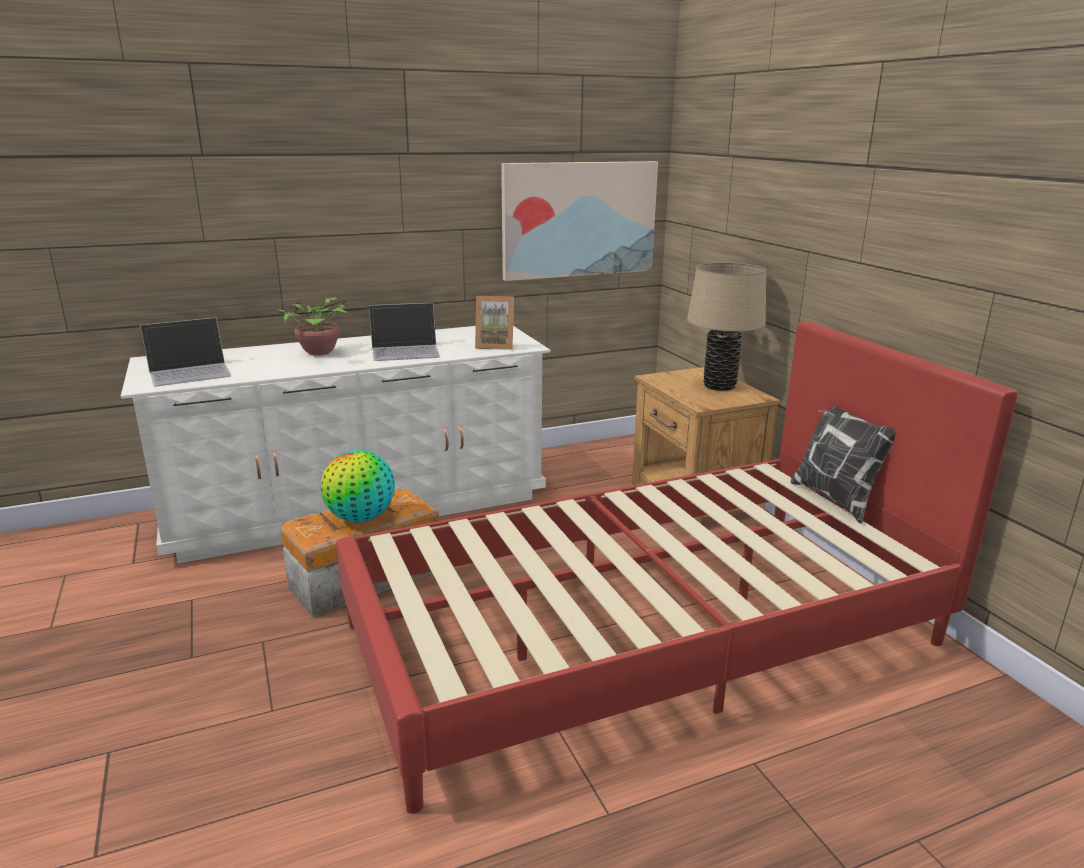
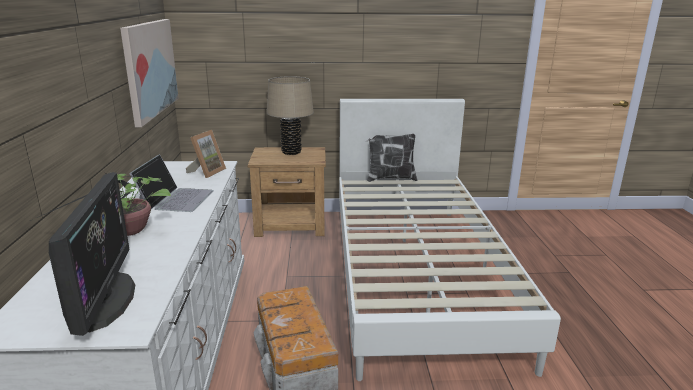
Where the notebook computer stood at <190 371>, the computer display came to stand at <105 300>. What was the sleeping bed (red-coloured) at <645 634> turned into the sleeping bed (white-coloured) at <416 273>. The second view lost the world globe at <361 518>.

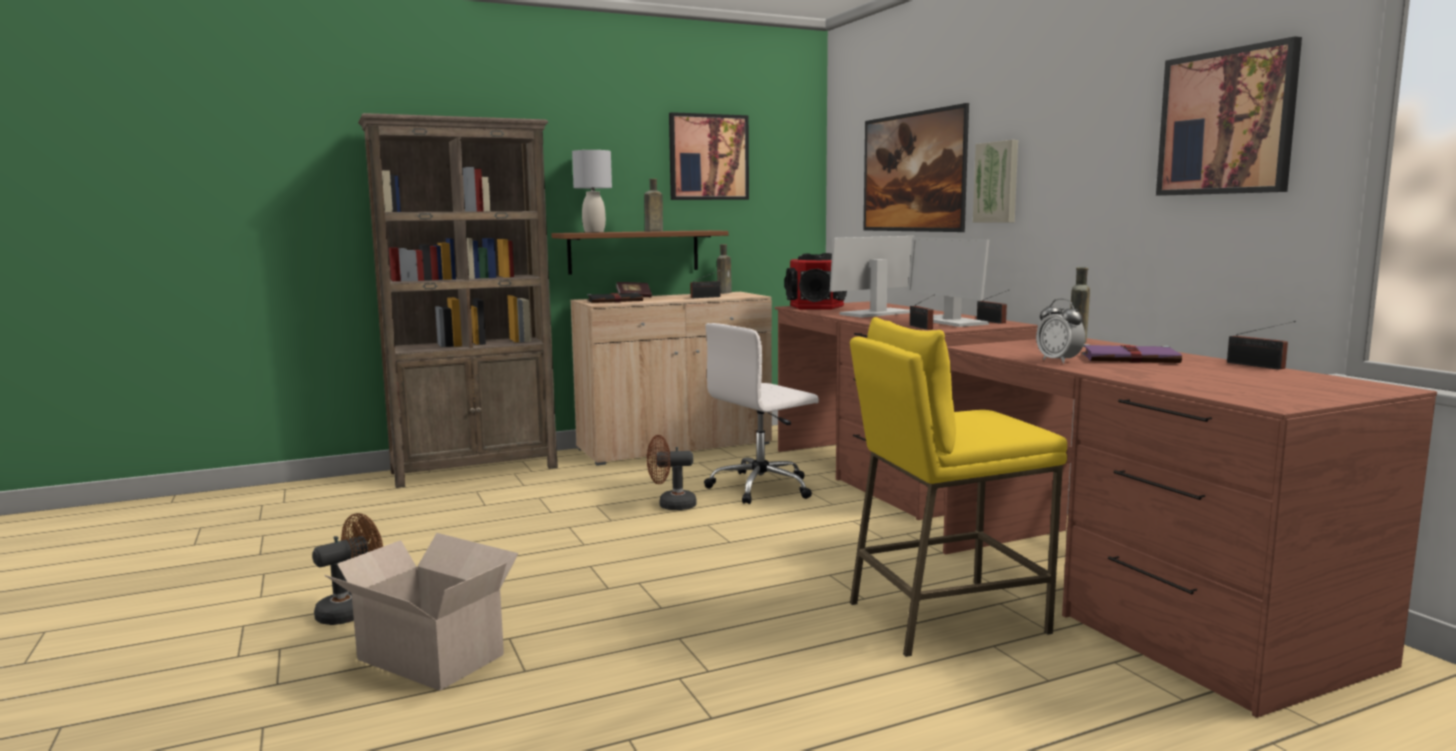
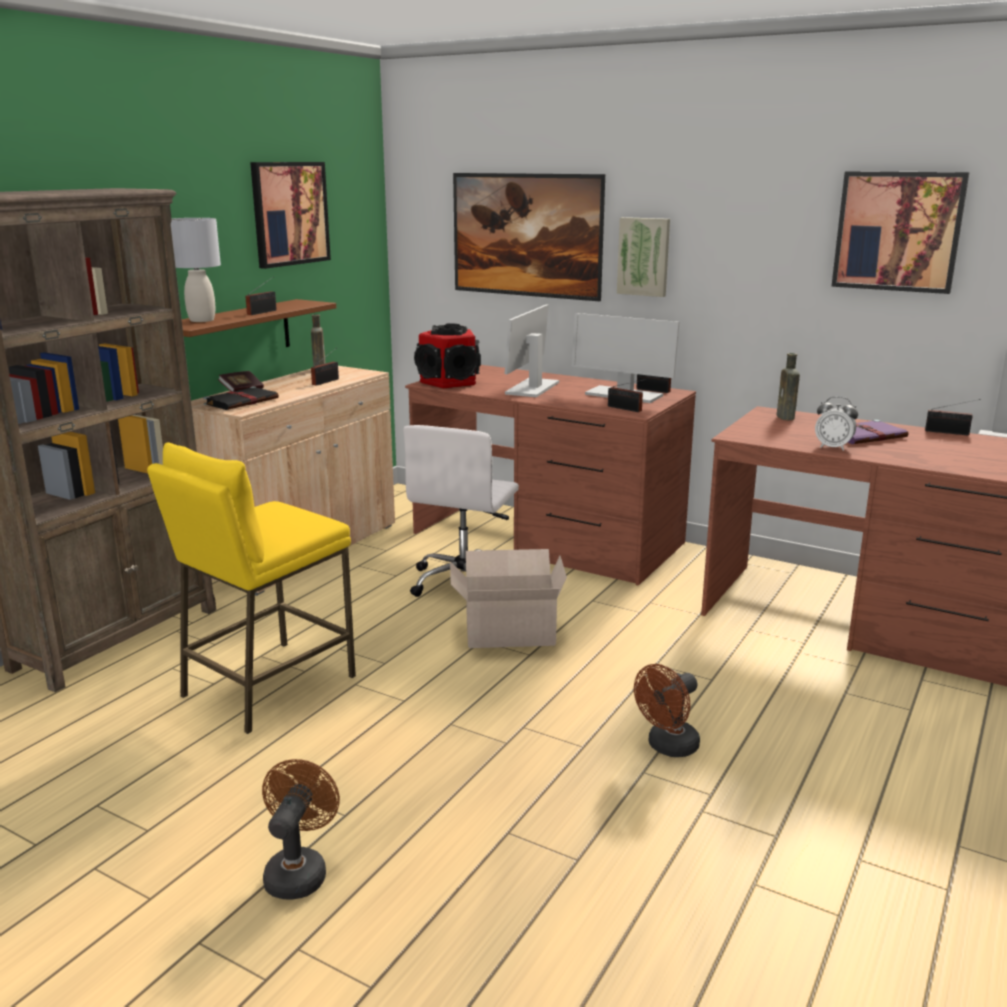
The stool seat (yellowish) ended up elsewhere, having gone from <945 617> to <268 686>. Where the drink bottle (brownish) stood at <652 231>, the radio came to stand at <263 312>. The carton ended up elsewhere, having gone from <428 656> to <507 632>. The electric fan (brownish) ended up elsewhere, having gone from <671 505> to <668 747>.

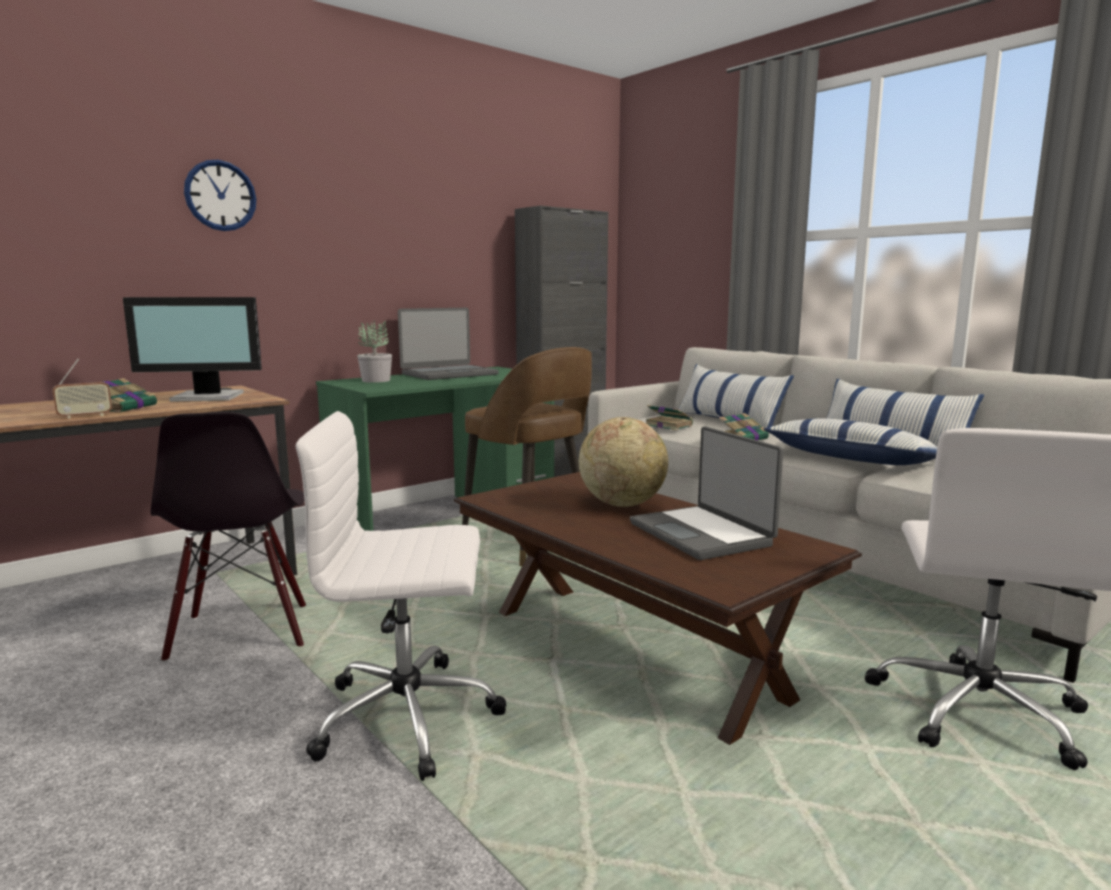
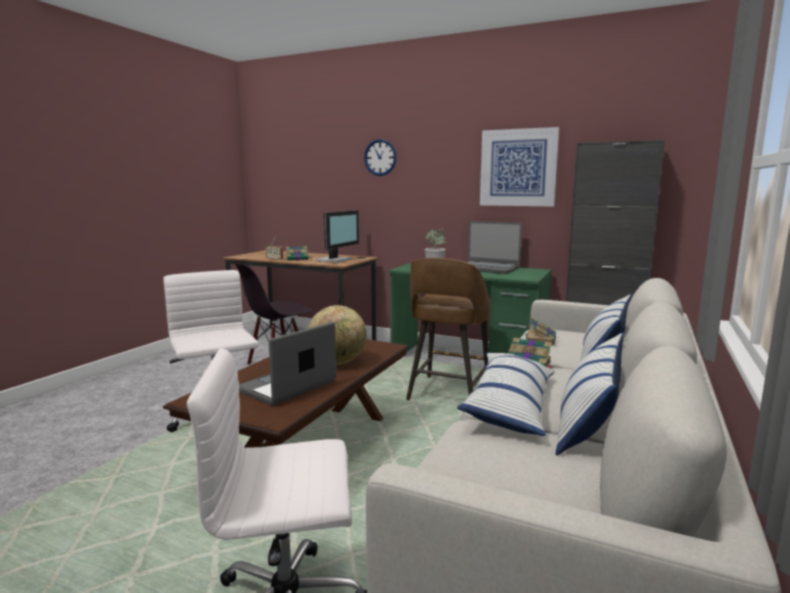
The computer display at <208 397> ended up facing another way, 120 degrees counterclockwise from before. The second view gained the picture at <518 168>.

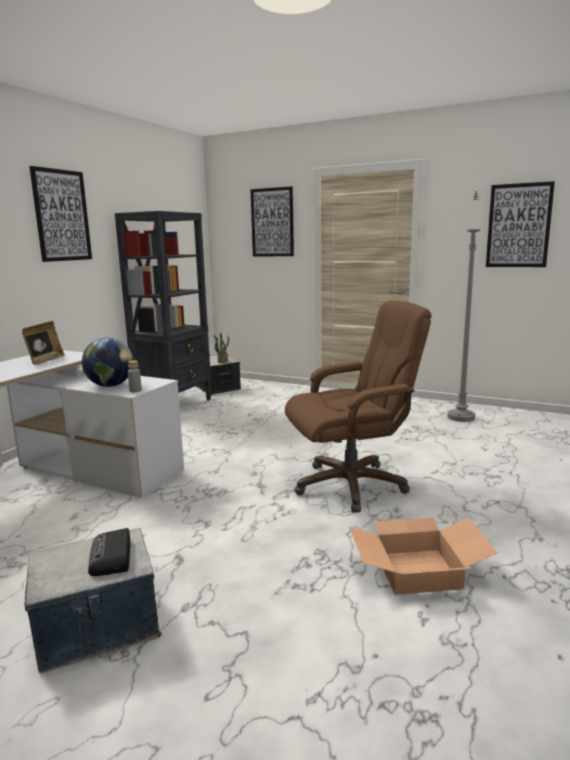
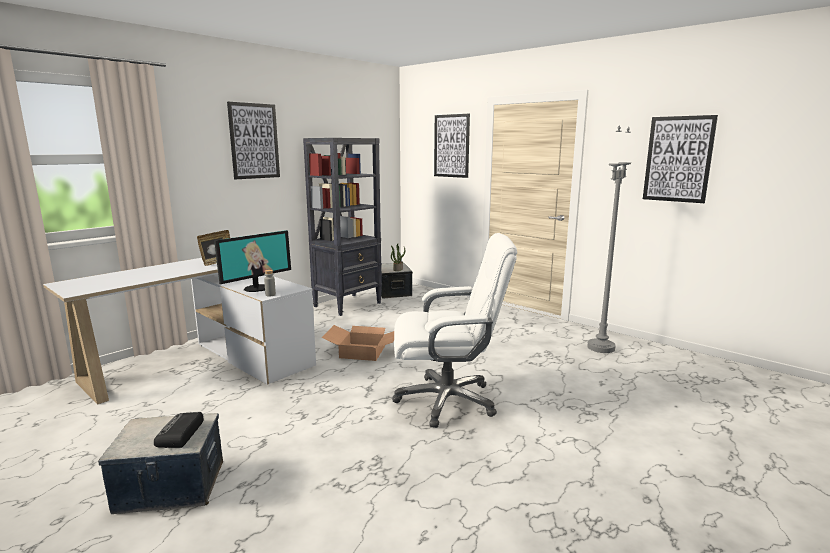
Where the world globe stood at <110 385>, the computer display came to stand at <257 288>. The carton ended up elsewhere, having gone from <418 570> to <363 352>. What was the office chair (brownish) at <351 485> turned into the office chair (white-coloured) at <447 400>.

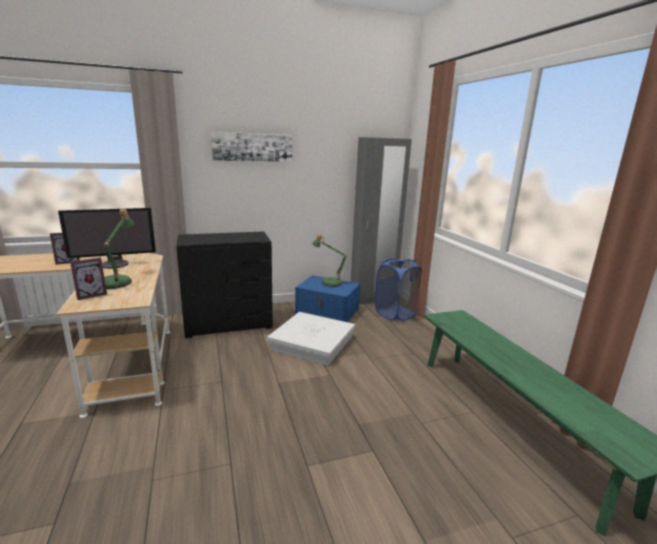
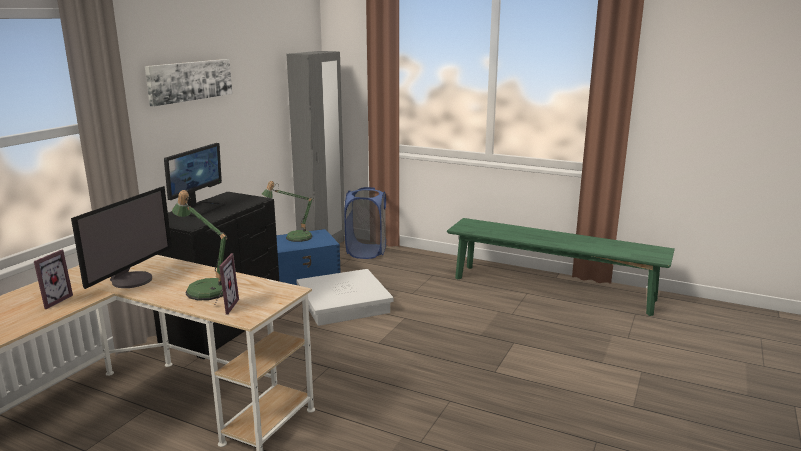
The second view gained the computer display at <199 209>.

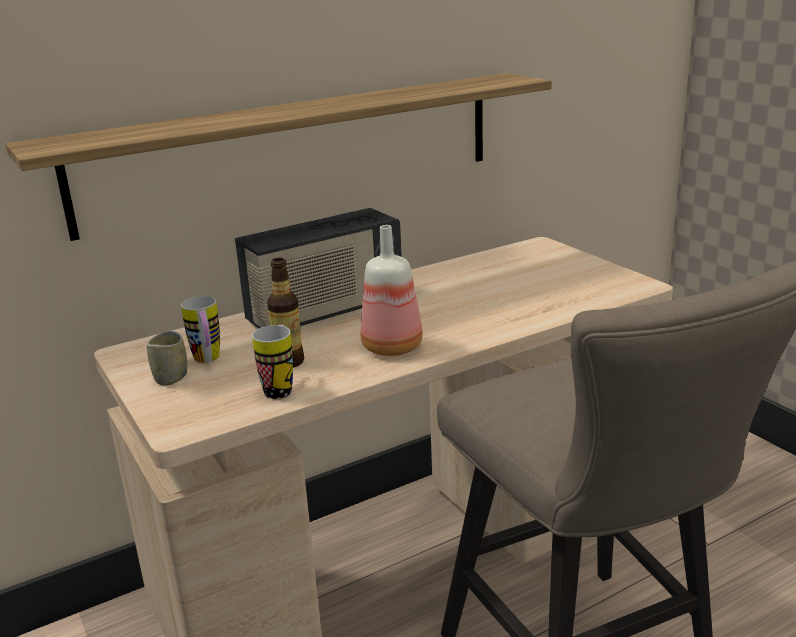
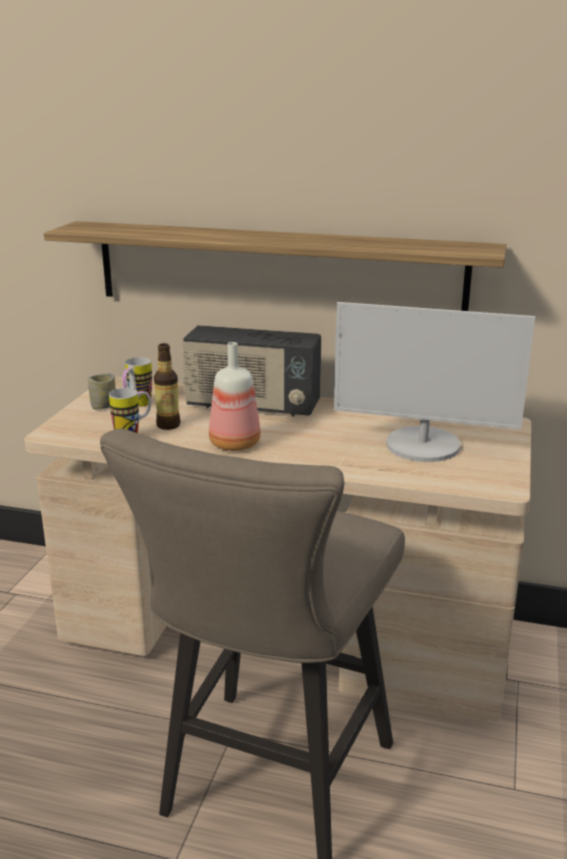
The second view gained the computer display at <423 446>.

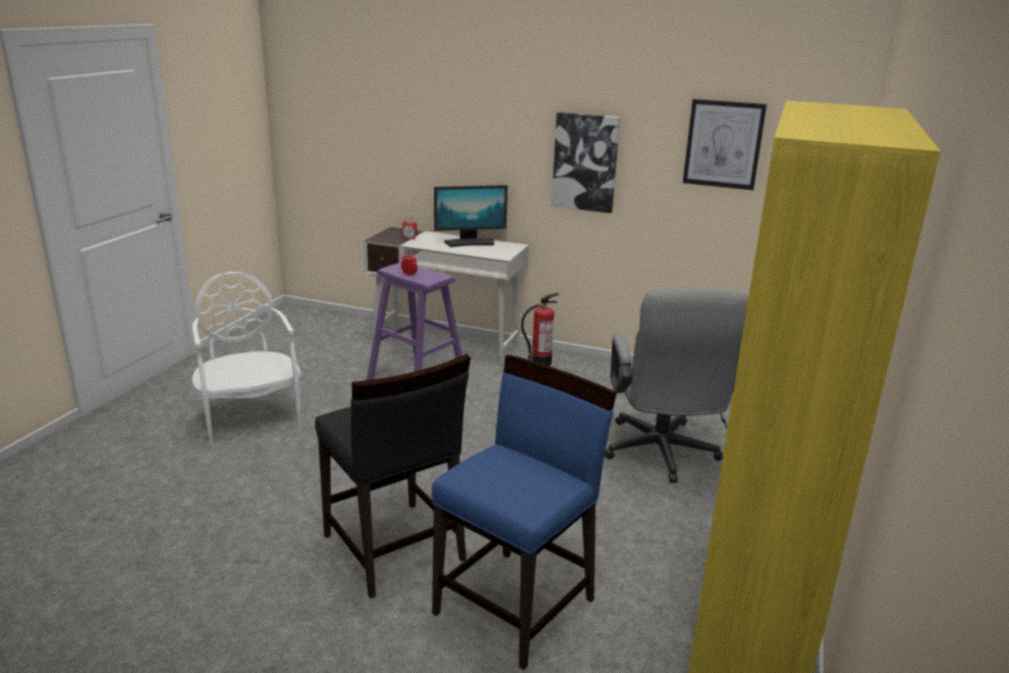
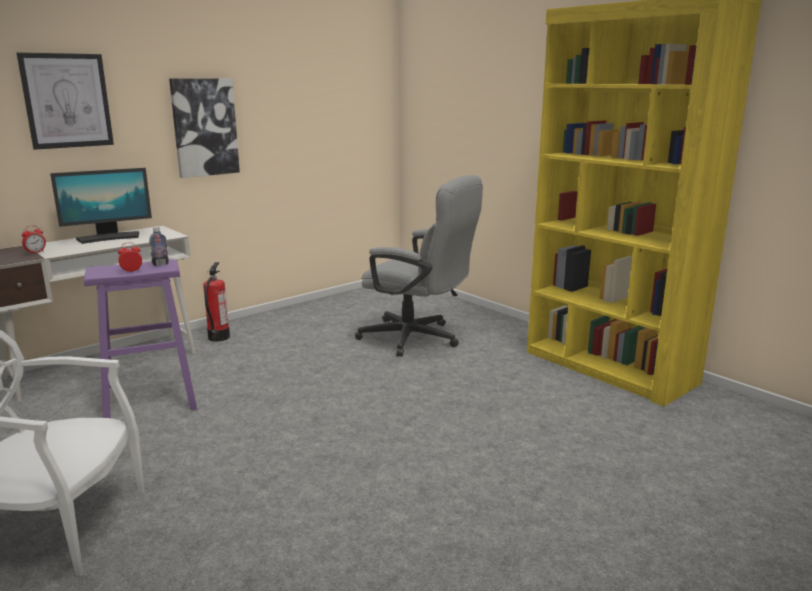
The picture ended up elsewhere, having gone from <723 144> to <67 101>. The computer display at <470 243> ended up facing another way, 45 degrees clockwise from before. The second view gained the drink bottle at <160 264>. The second view lost the plain chair (black) at <393 548>. The second view lost the plain chair (blue-coloured) at <516 605>.

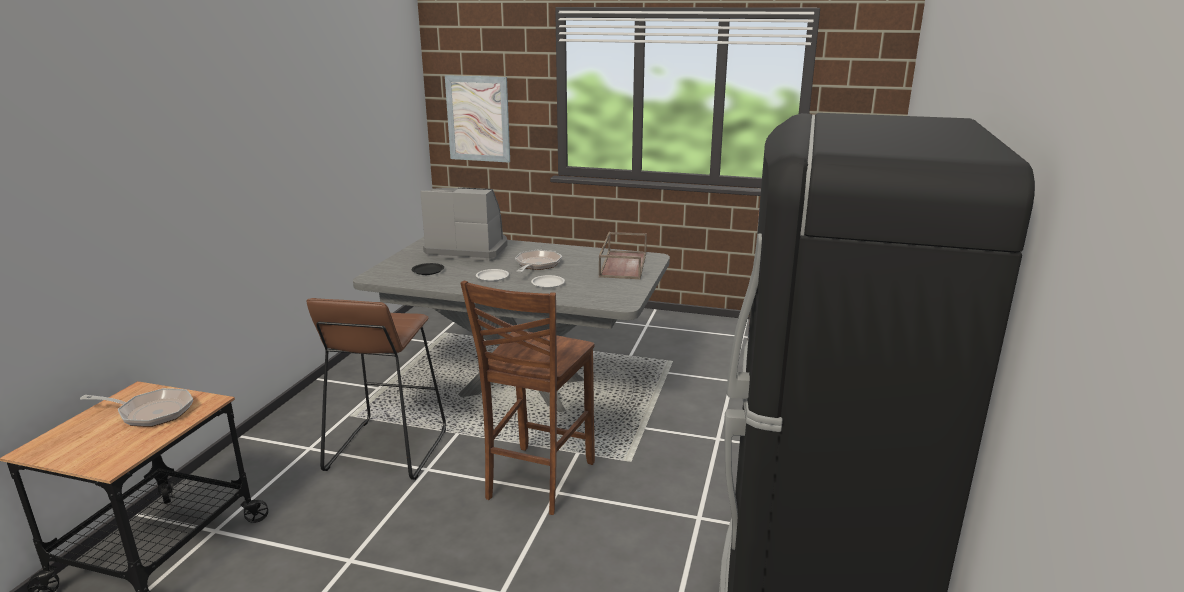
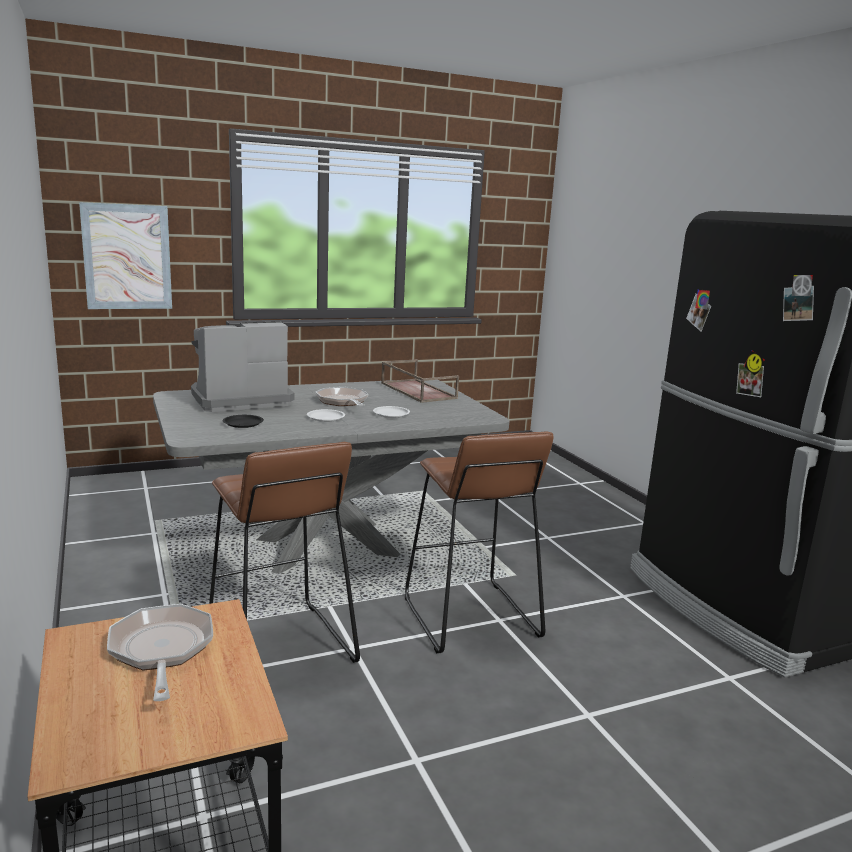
The pan at <151 412> ended up facing another way, 75 degrees counterclockwise from before. Where the plain chair (brownish) stood at <537 481>, the stool seat (brownish) came to stand at <469 617>.

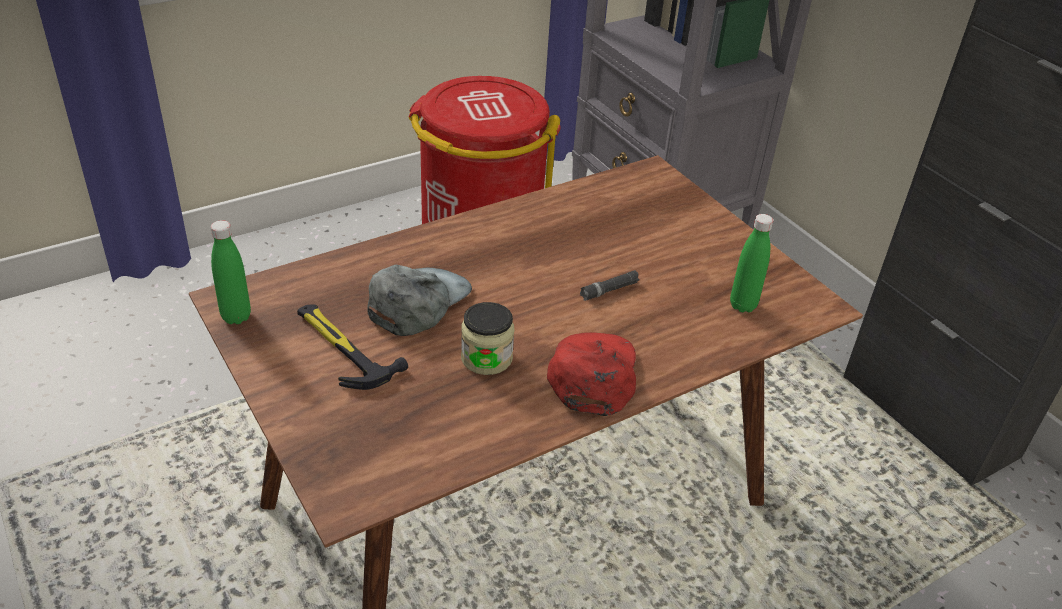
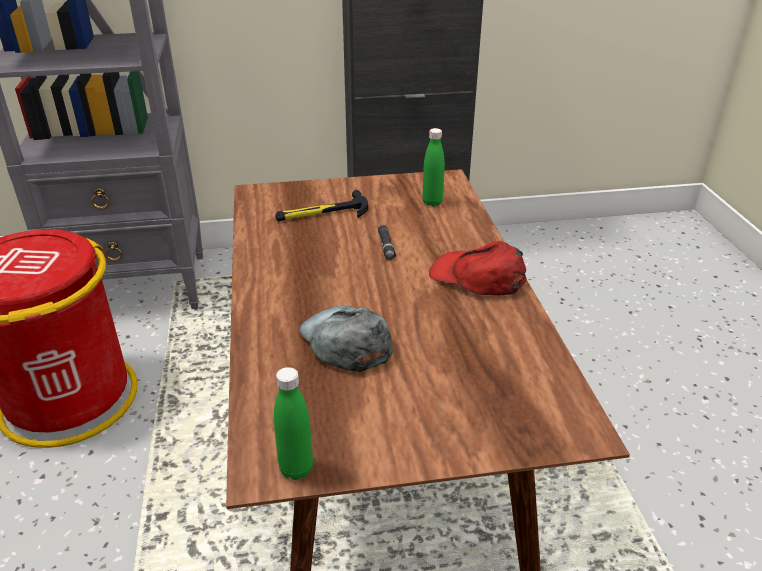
The hammer ended up elsewhere, having gone from <342 348> to <322 213>. The second view lost the preserve jar at <486 358>.

